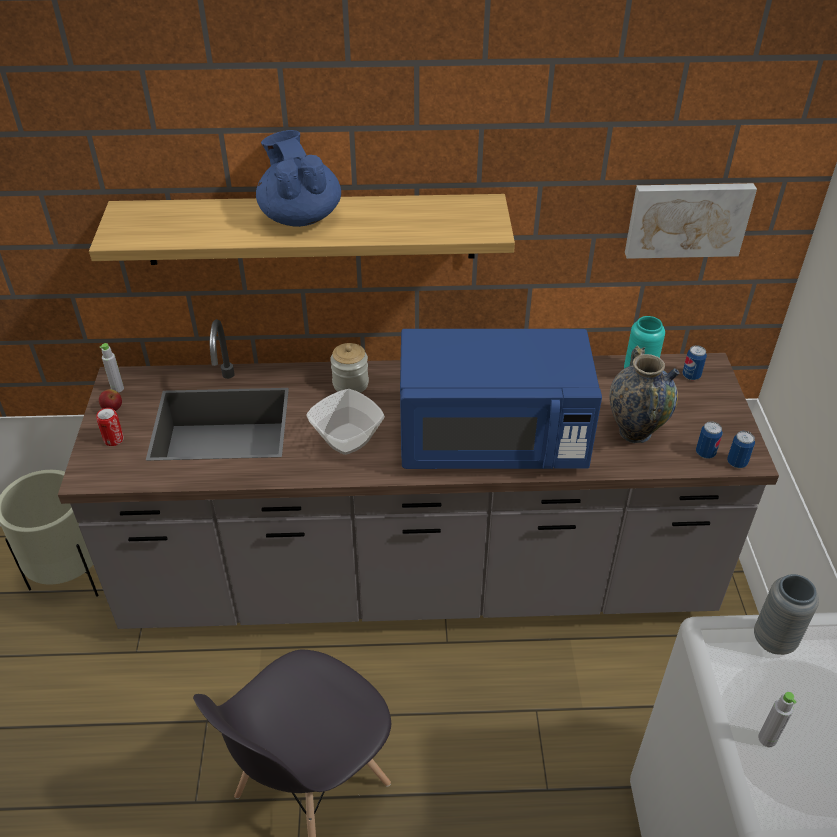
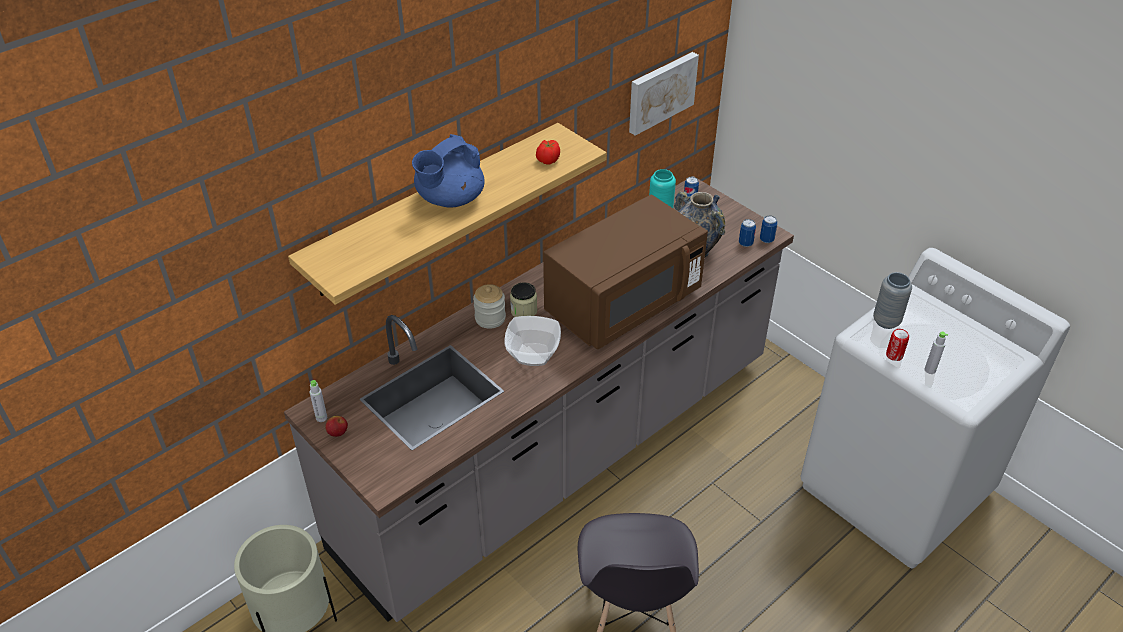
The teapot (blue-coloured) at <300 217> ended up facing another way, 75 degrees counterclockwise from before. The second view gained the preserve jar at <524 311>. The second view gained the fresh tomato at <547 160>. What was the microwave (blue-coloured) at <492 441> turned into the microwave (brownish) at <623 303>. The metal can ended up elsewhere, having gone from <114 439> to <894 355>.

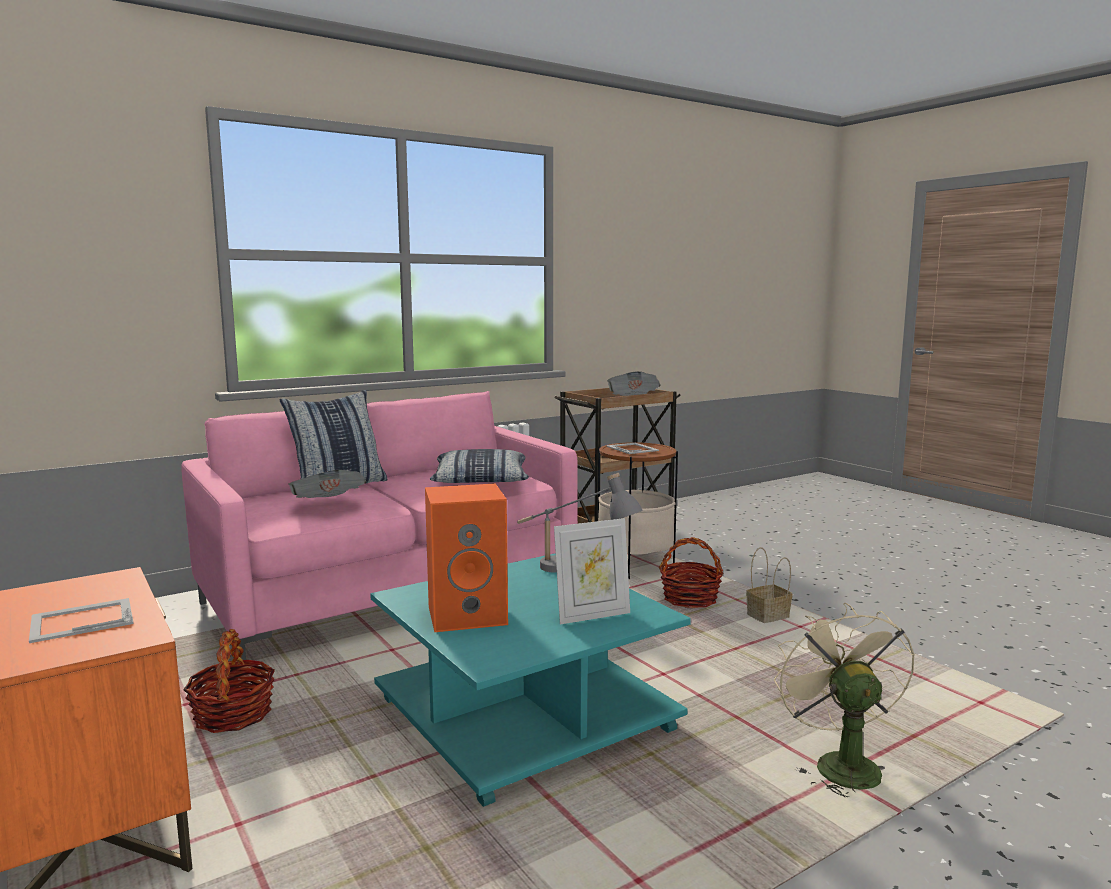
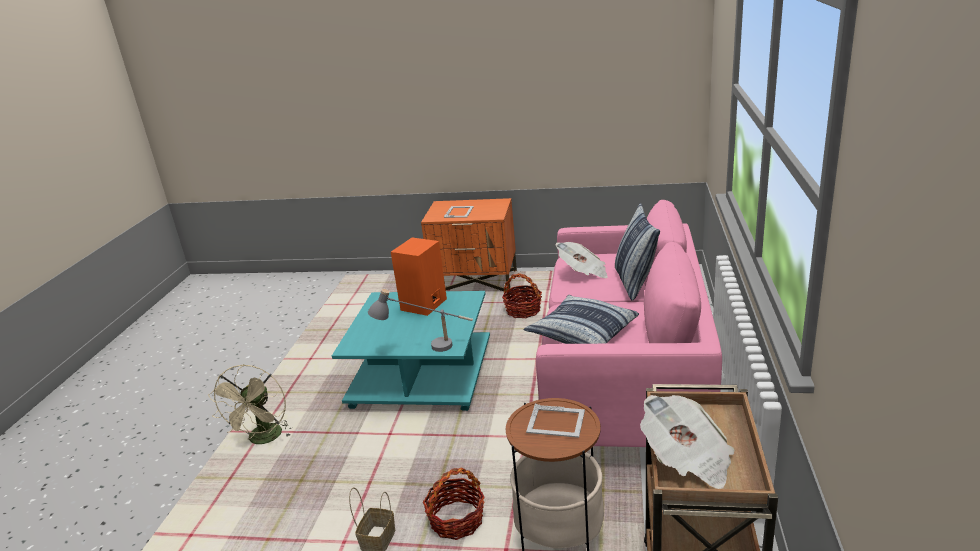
The electric fan (sand-coloured) at <839 764> ended up facing another way, 60 degrees clockwise from before. The second view lost the standing frame at <592 615>.

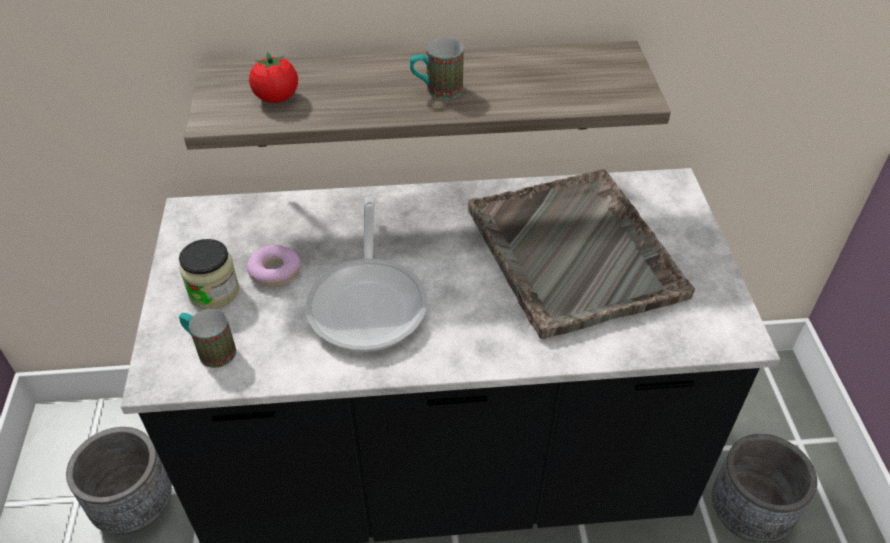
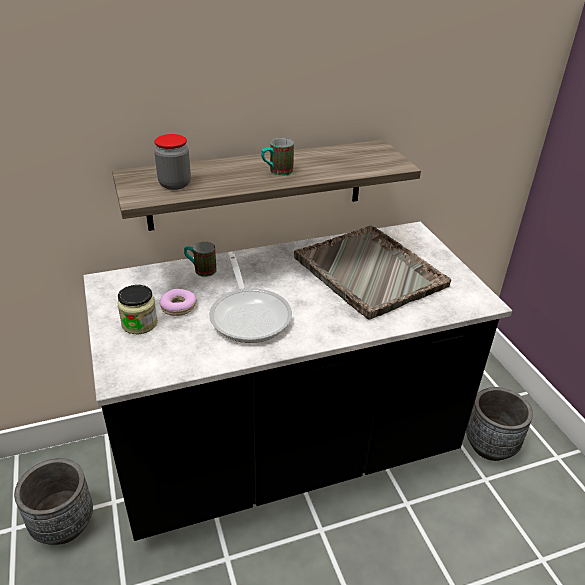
Where the fresh tomato stood at <276 98>, the preserve jar came to stand at <175 184>. The coffee mug ended up elsewhere, having gone from <210 350> to <201 270>.

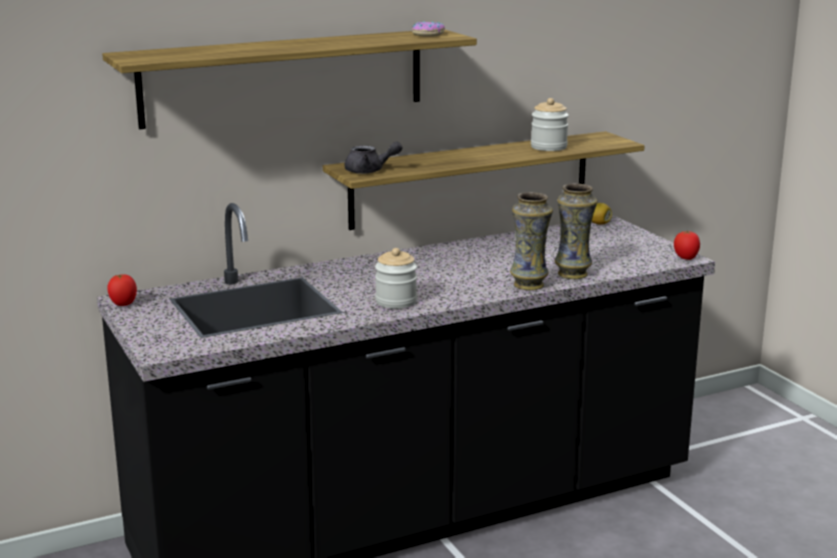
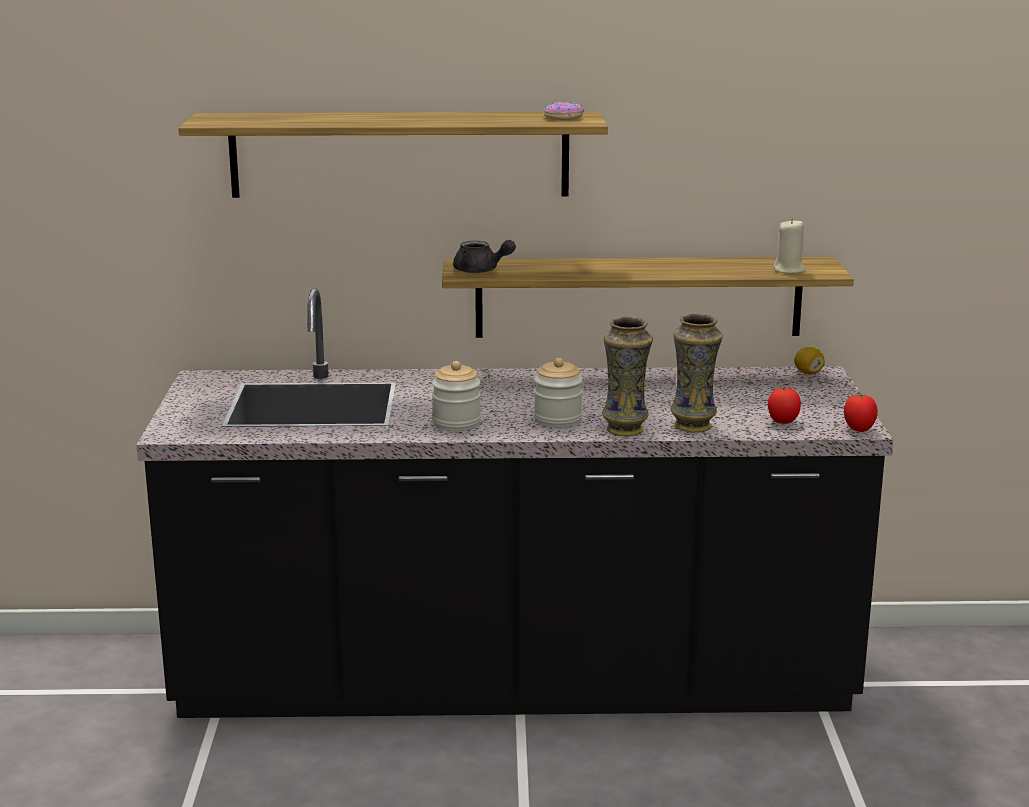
The preserve jar ended up elsewhere, having gone from <548 147> to <558 420>. The fresh tomato ended up elsewhere, having gone from <123 305> to <782 422>. The second view gained the wax candle (sand-coloured) at <789 270>.

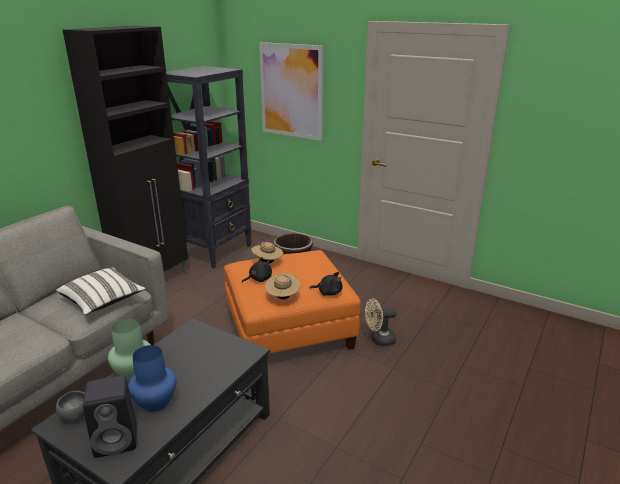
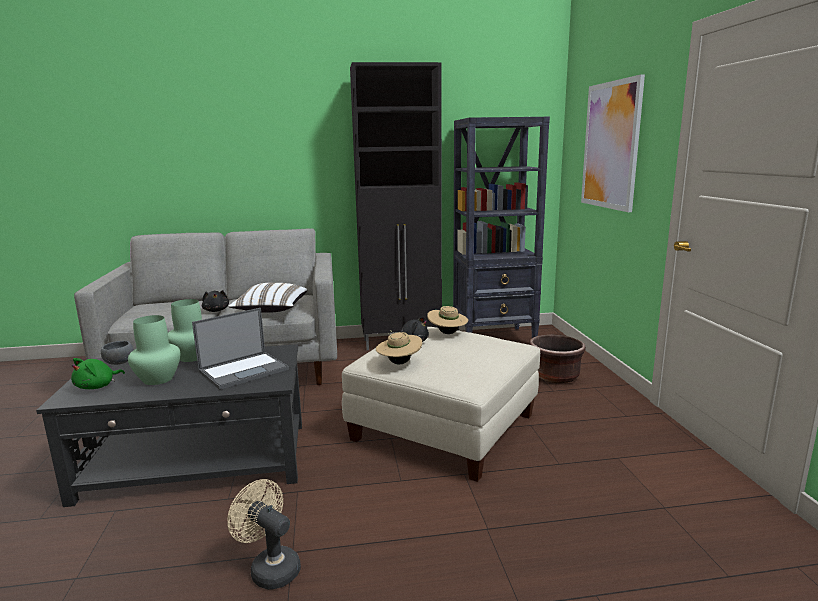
Where the speaker (black) stood at <118 440>, the soft toy (green-coloured) came to stand at <97 386>. What was the flower vase (blue-coloured) at <156 402> turned into the flower vase (green-coloured) at <157 379>. The second view gained the notebook computer at <244 370>. The soft toy (black) ended up elsewhere, having gone from <328 292> to <216 310>. The electric fan (sand-coloured) ended up elsewhere, having gone from <379 340> to <270 568>. What was the footrest (orangey) at <288 328> turned into the footrest (sand-coloured) at <444 427>.

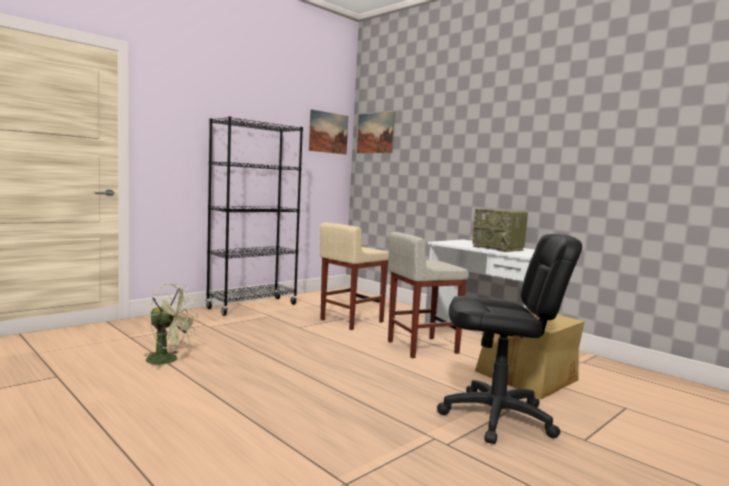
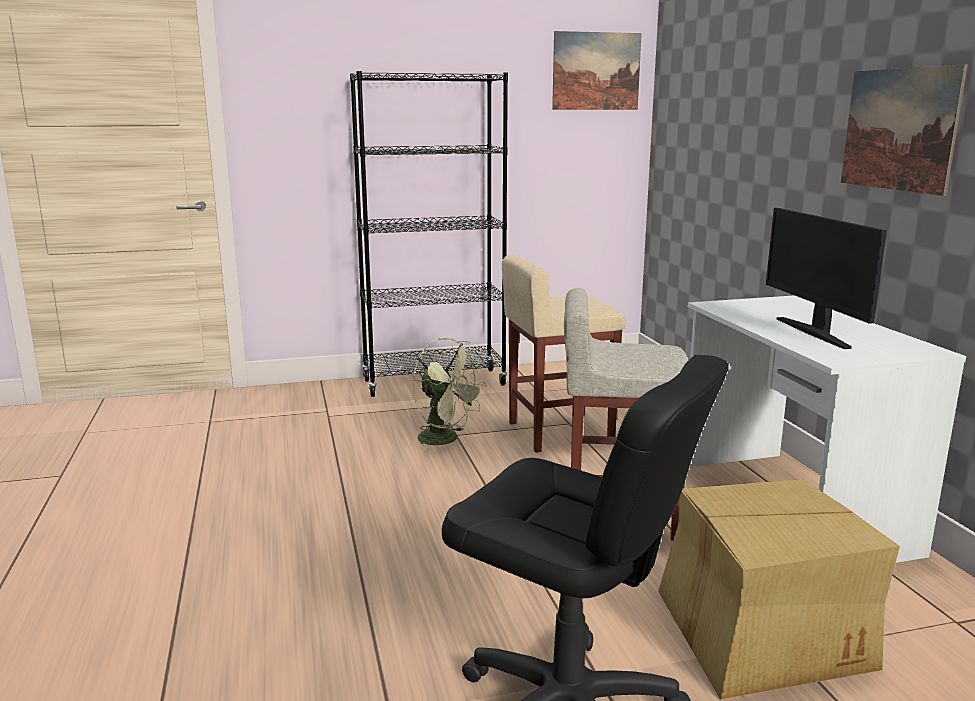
The electric fan (green-coloured) ended up elsewhere, having gone from <169 360> to <446 440>. Where the radio stood at <499 248>, the computer display came to stand at <815 332>. The picture ended up elsewhere, having gone from <375 133> to <899 129>.

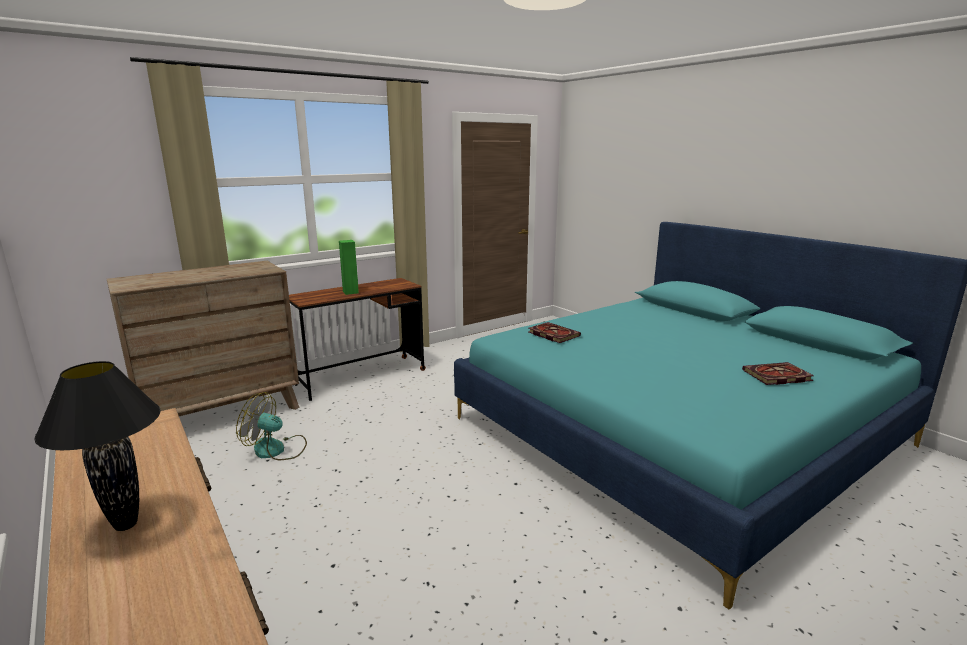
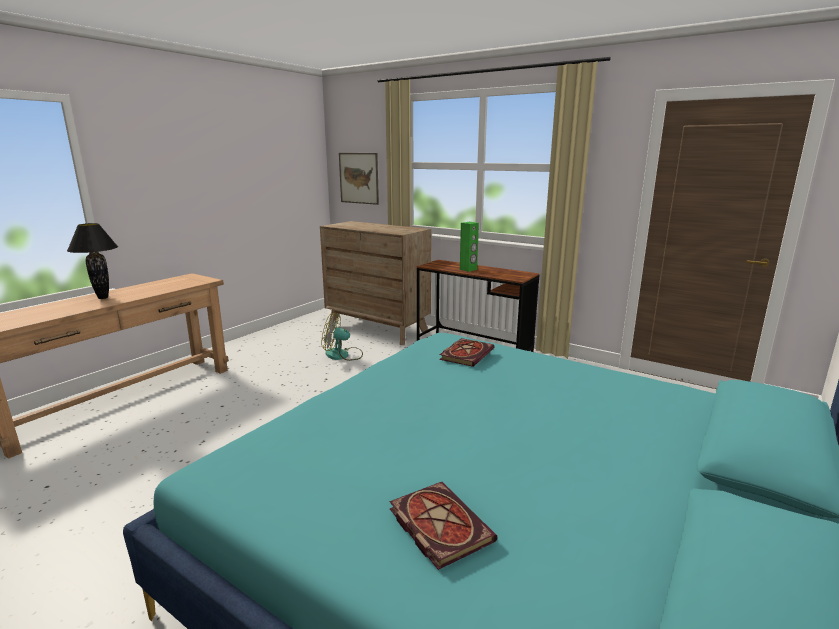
The electric fan at <276 450> ended up facing another way, 75 degrees counterclockwise from before. The second view gained the picture at <359 178>.

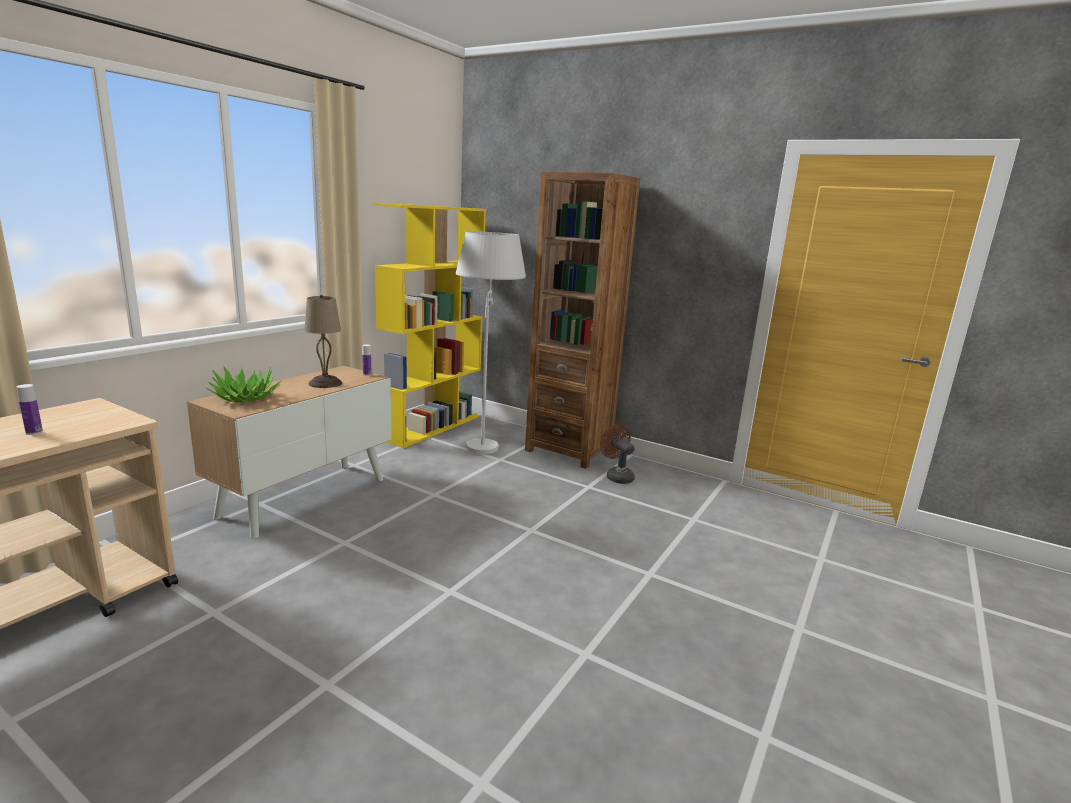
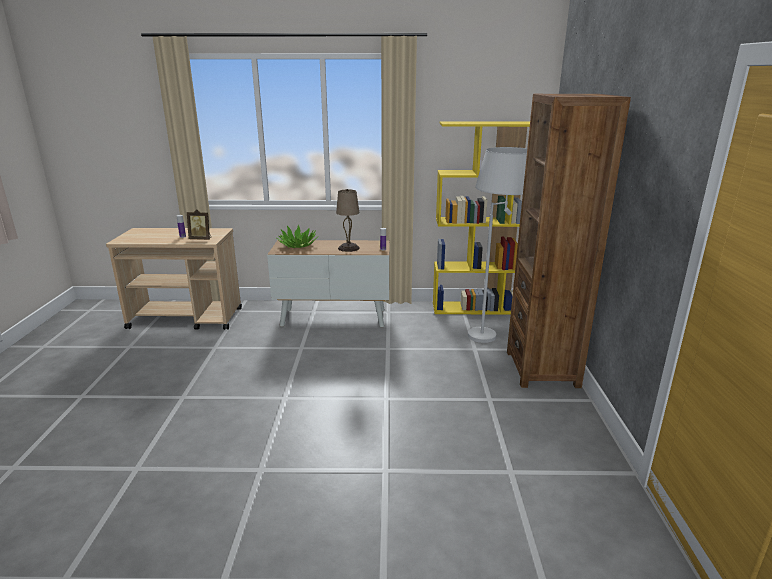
The second view gained the standing frame at <201 239>. The second view lost the electric fan (brownish) at <616 476>.

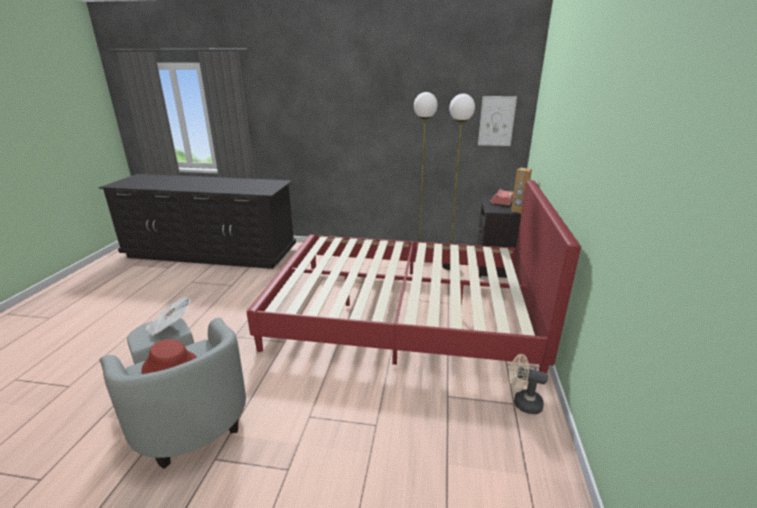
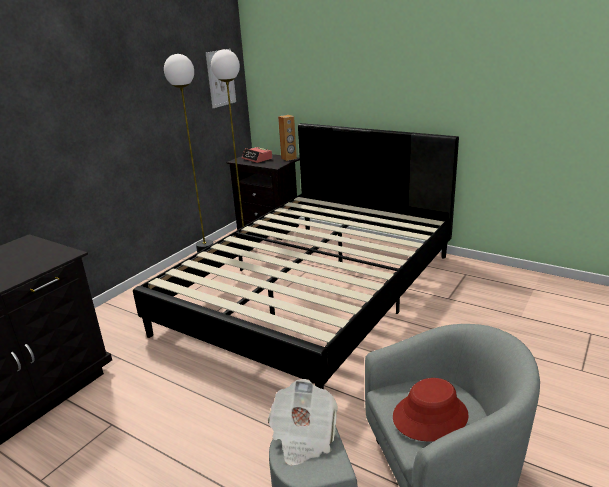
What was the sleeping bed (red-coloured) at <404 313> turned into the sleeping bed (black) at <313 292>. The second view lost the electric fan (sand-coloured) at <522 403>.

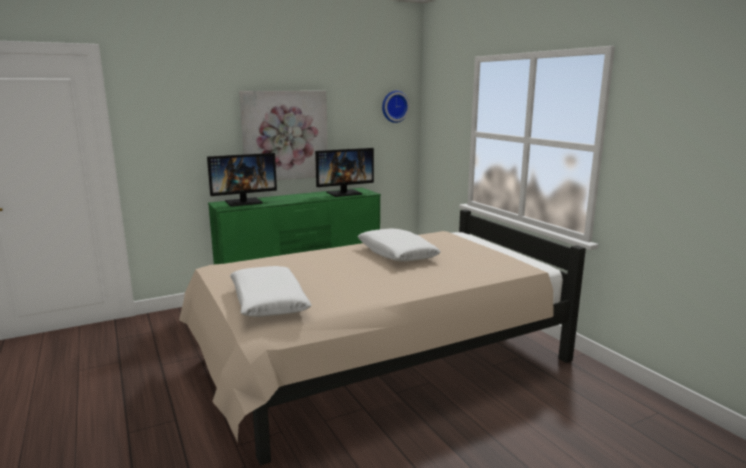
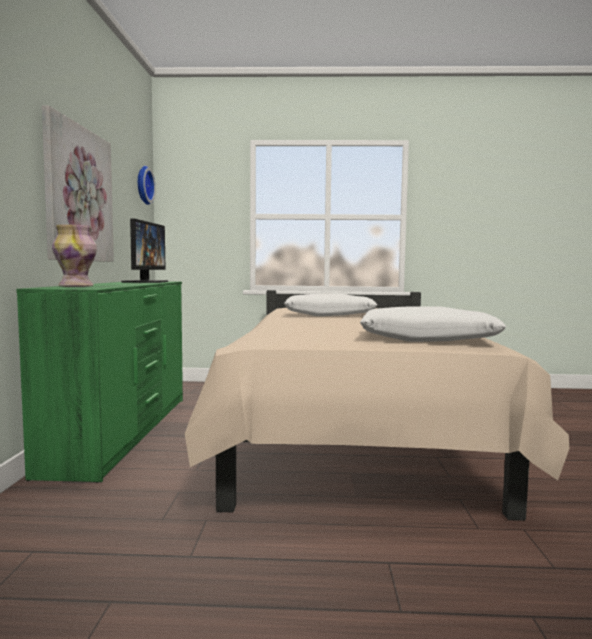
Where the computer display stood at <244 202>, the flower vase came to stand at <76 286>.

